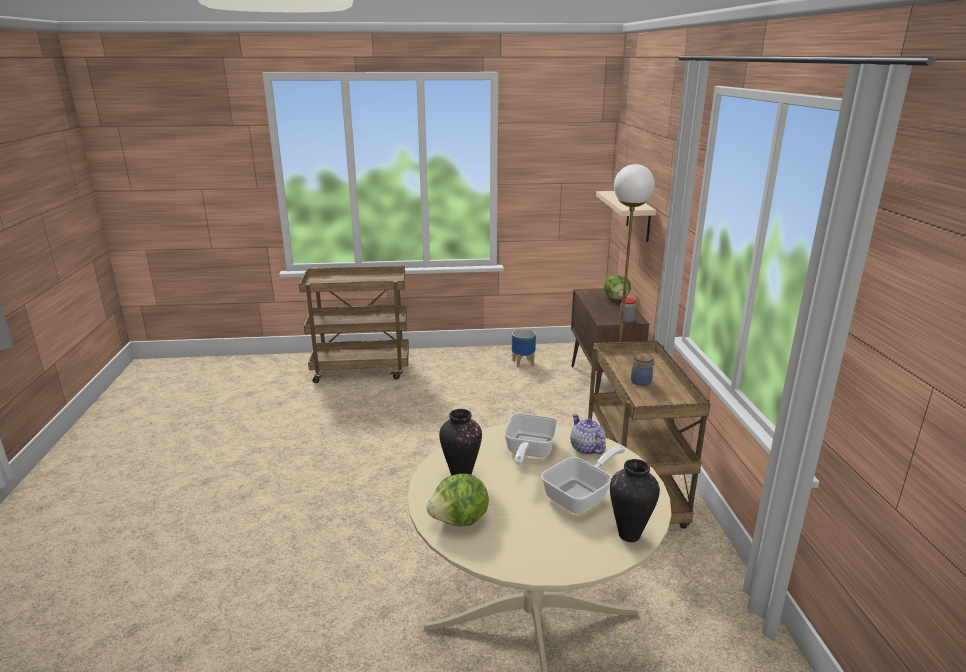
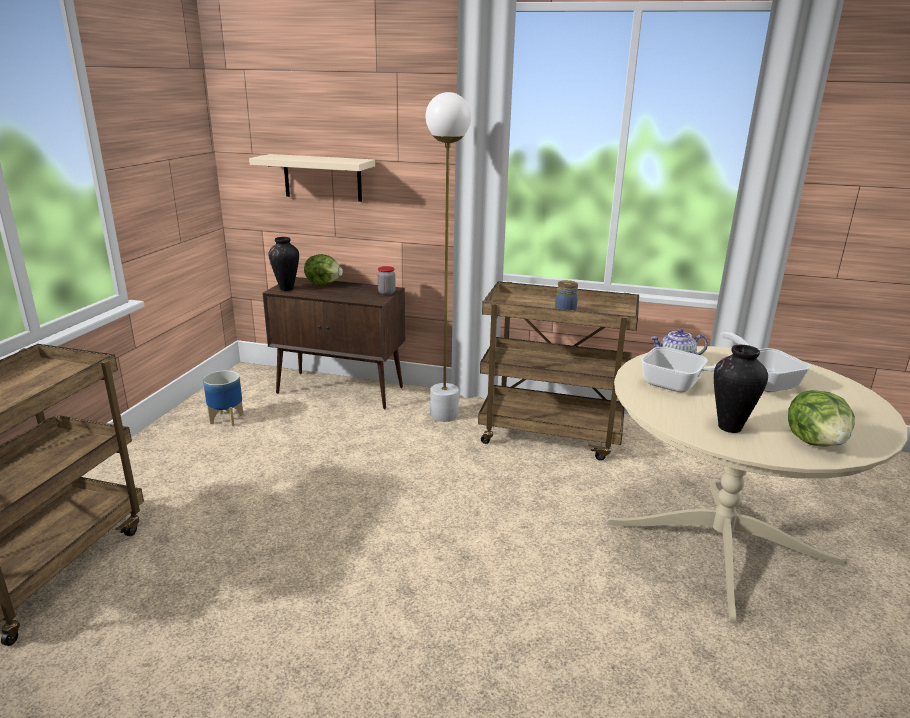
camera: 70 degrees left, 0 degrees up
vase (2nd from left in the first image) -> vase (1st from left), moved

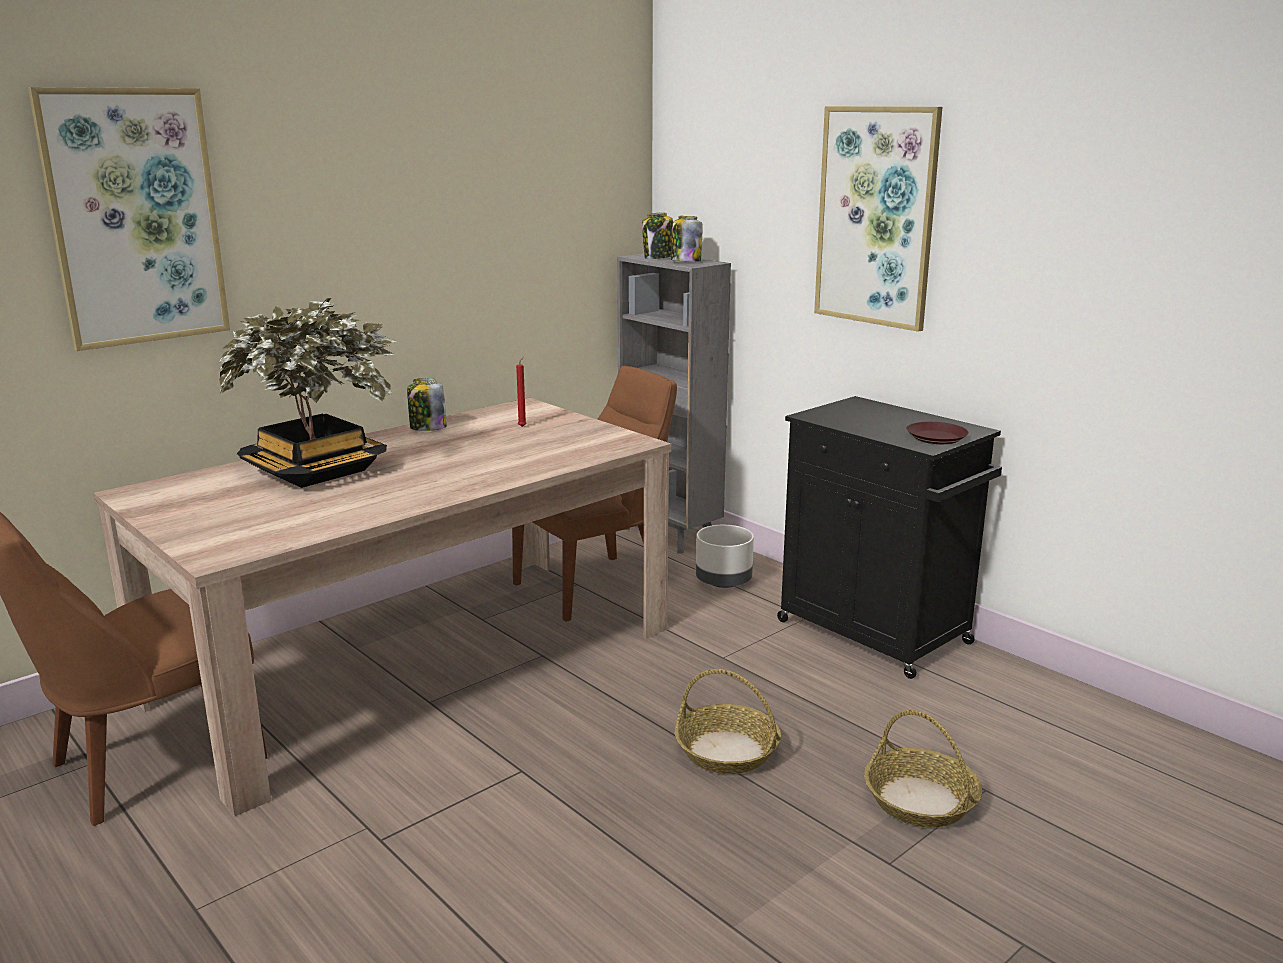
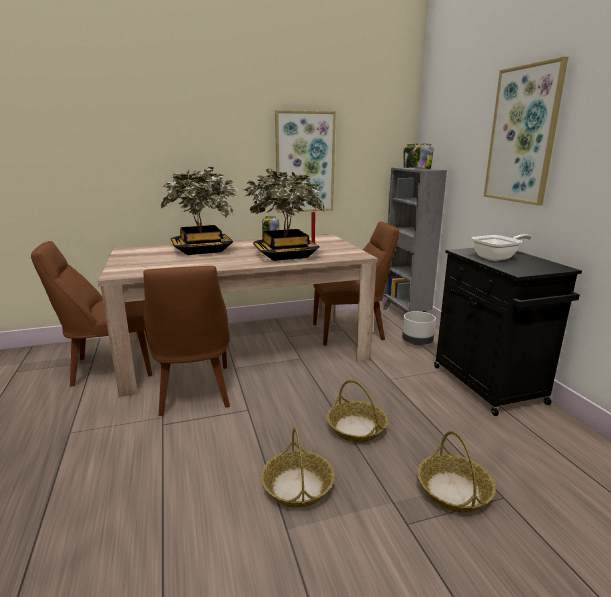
camera: 25 degrees right, 0 degrees up
assiette/marron -> none
none -> chaise/marron (2nd from left)
none -> plante en pot (2nd from left)
none -> panier (1st from left)
none -> poêle
tableau (1st from left), moved

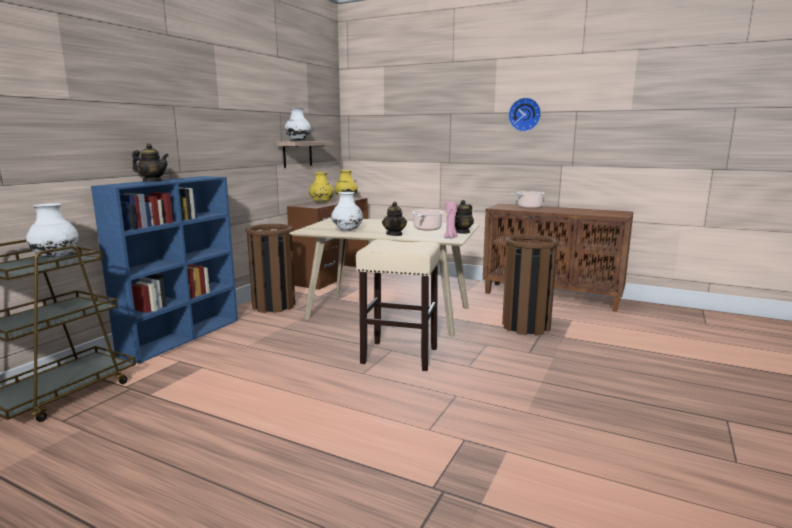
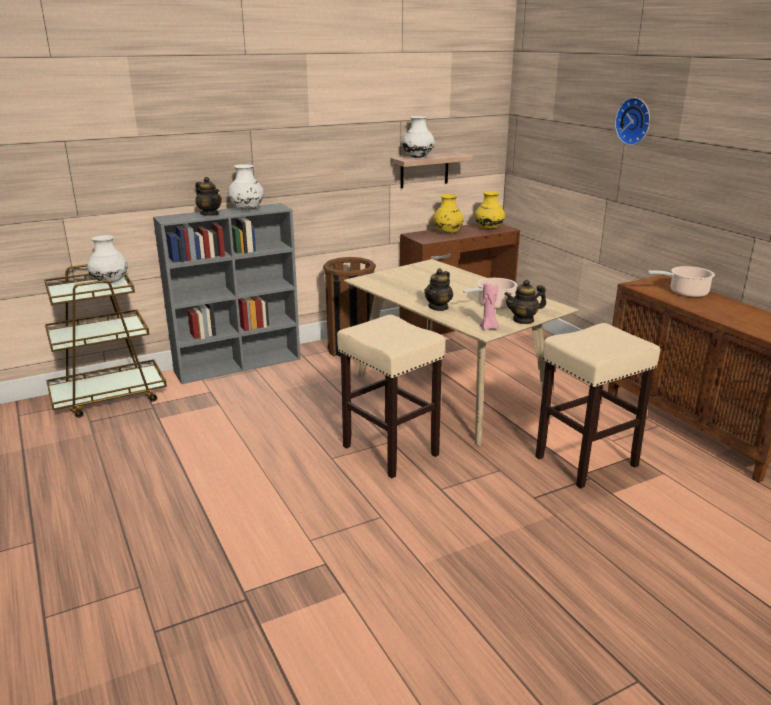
camera: 35 degrees right, 10 degrees up
vase/blanc (3rd from left in the first image) -> vase/blanc (2nd from left), moved
horloge murale, moved
poubelle/marron (2nd from left) -> tabouret/beige (2nd from left)
bibliothèque/bleu -> bibliothèque/gris

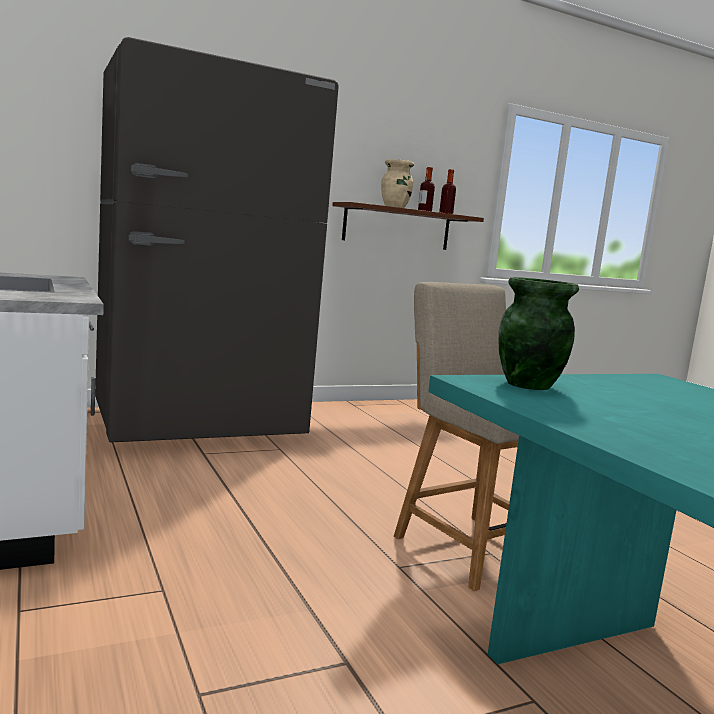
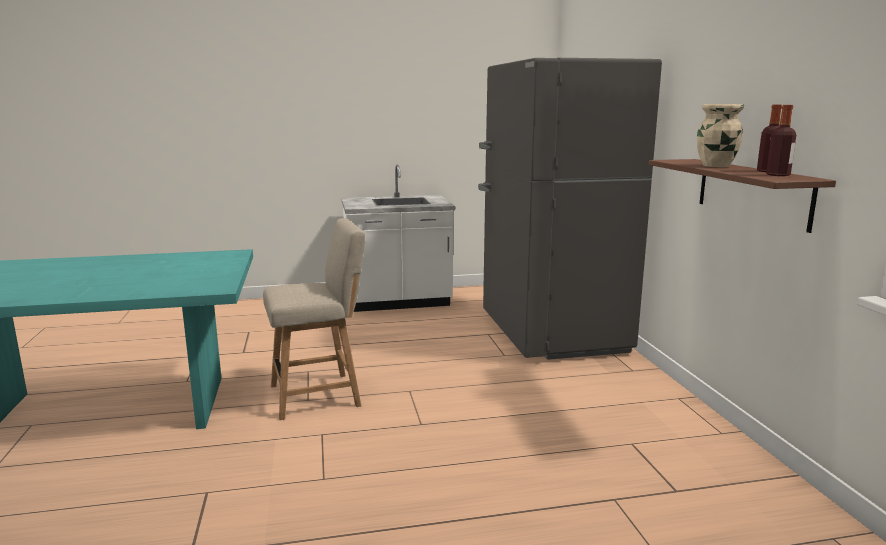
camera: 105 degrees right, 5 degrees up
vase/vert -> none

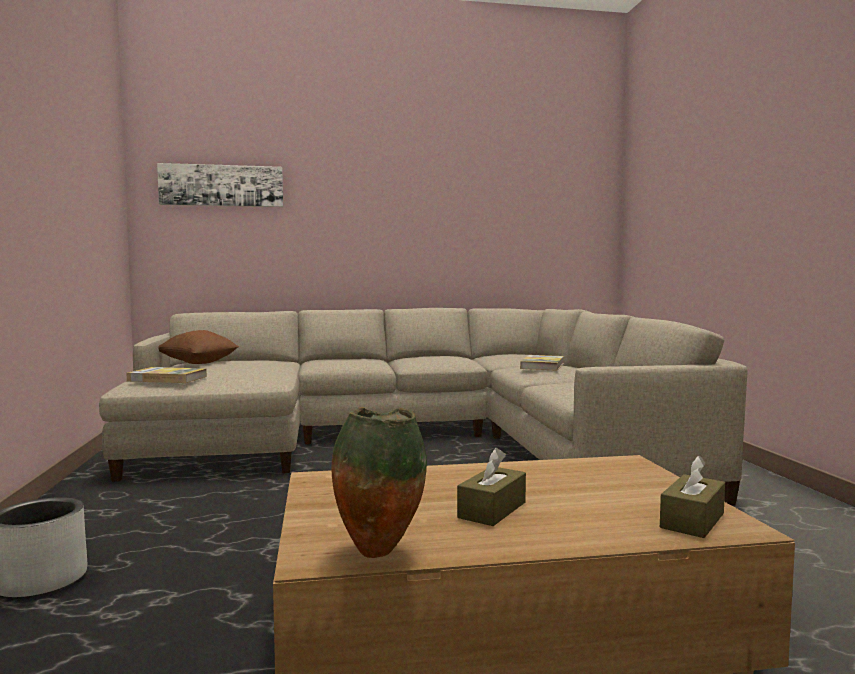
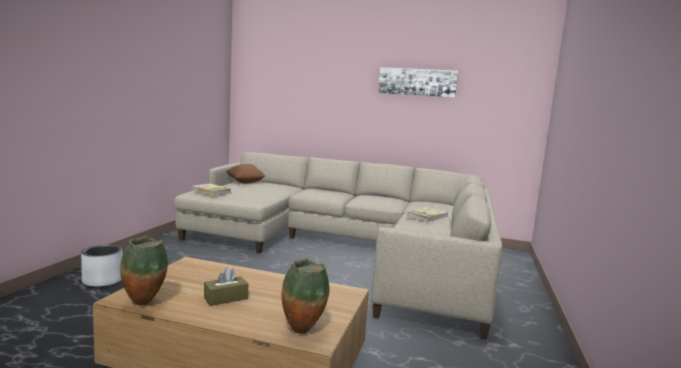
camera: 25 degrees right, 5 degrees up
tableau, moved
boîte à mouchoirs/marron (2nd from left) -> vase (2nd from left)

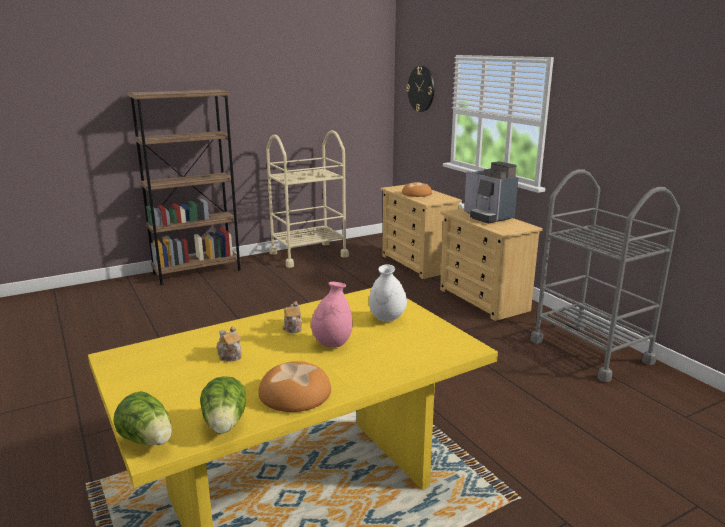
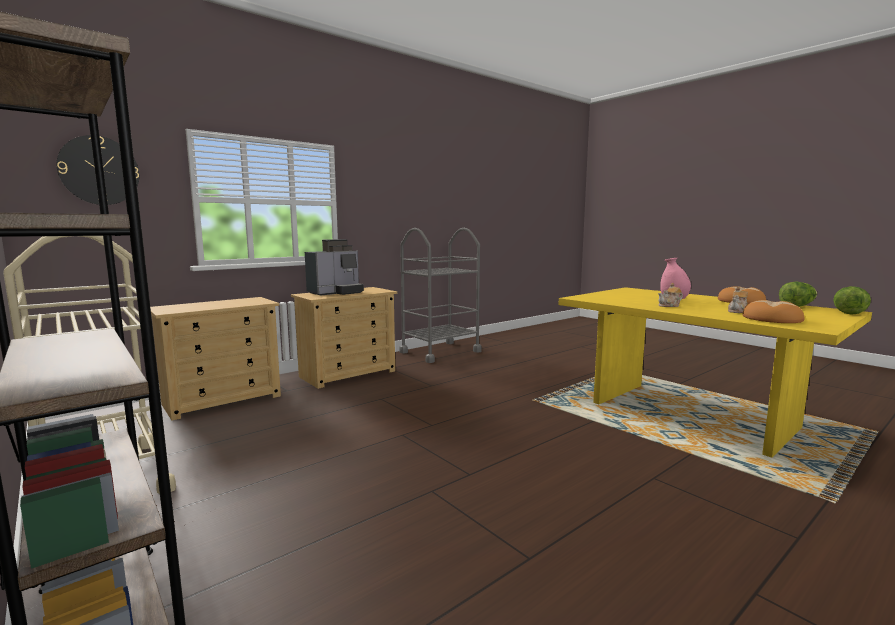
camera: 100 degrees left, 10 degrees down
vase/blanc -> none
pain (2nd from left), moved

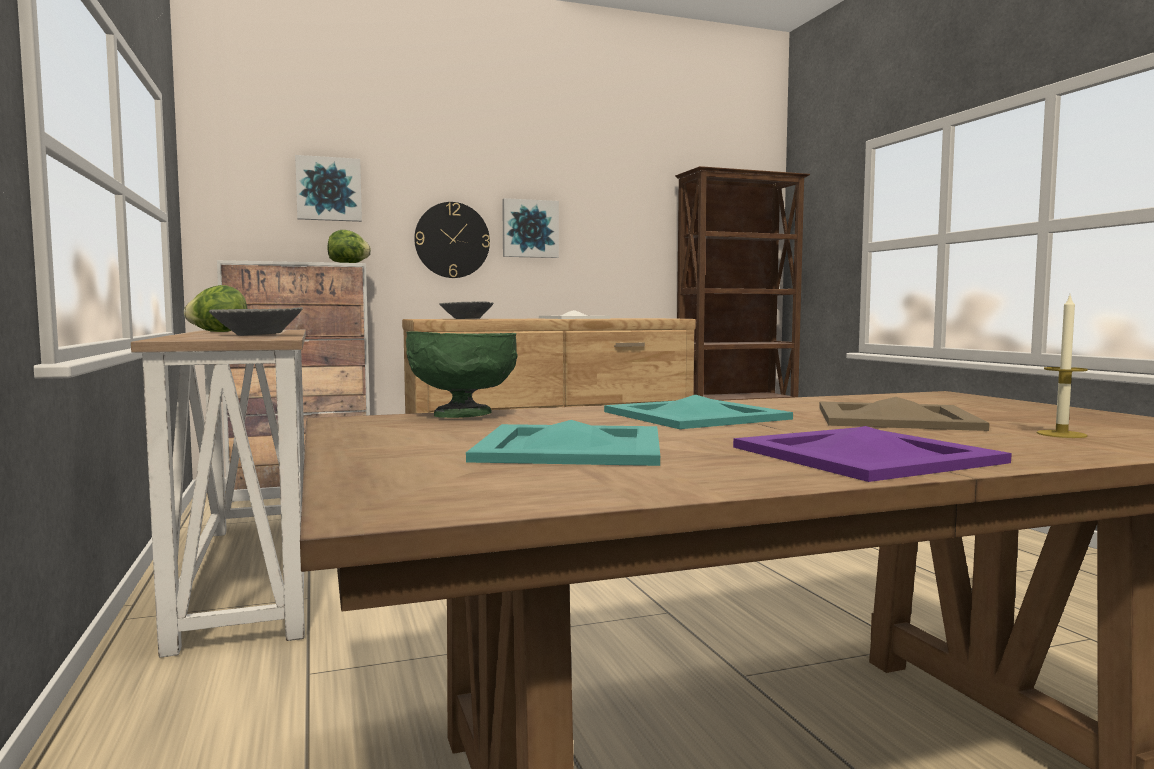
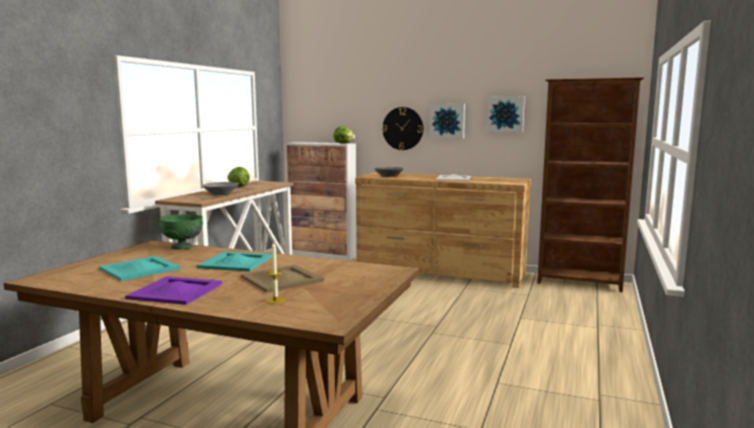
camera: 40 degrees right, 5 degrees up
tableau (1st from left in the first image) -> tableau (2nd from left), moved

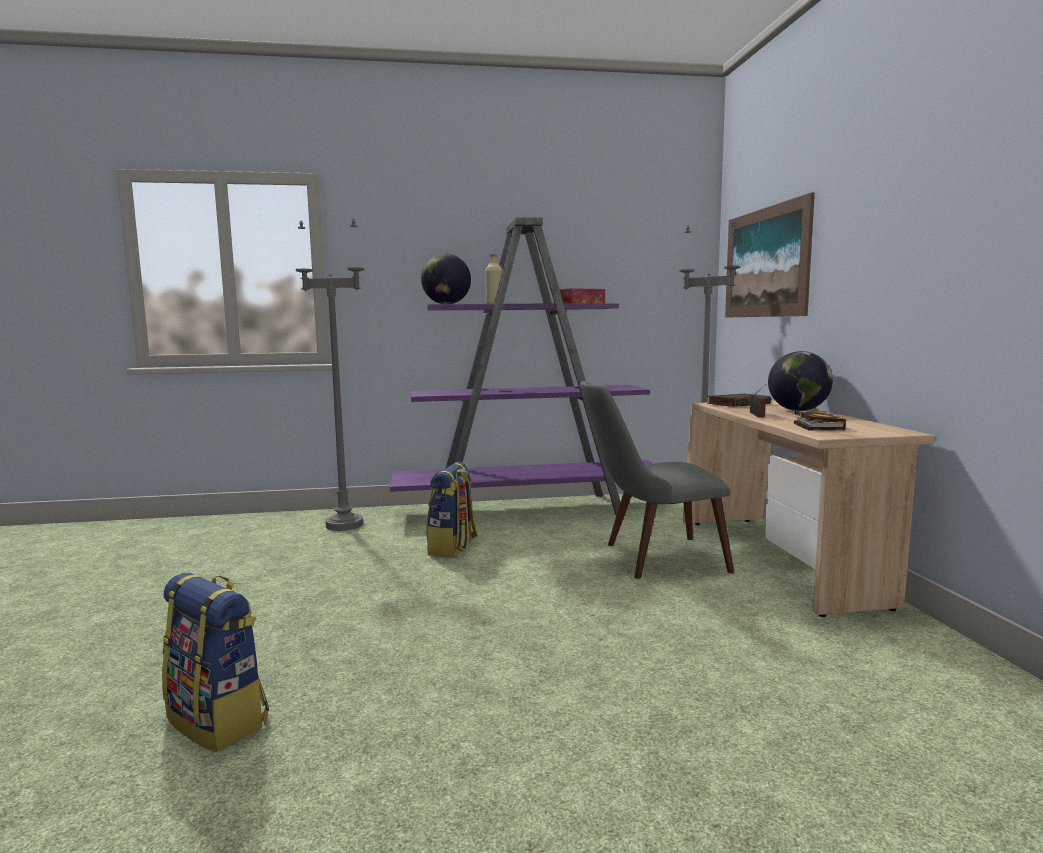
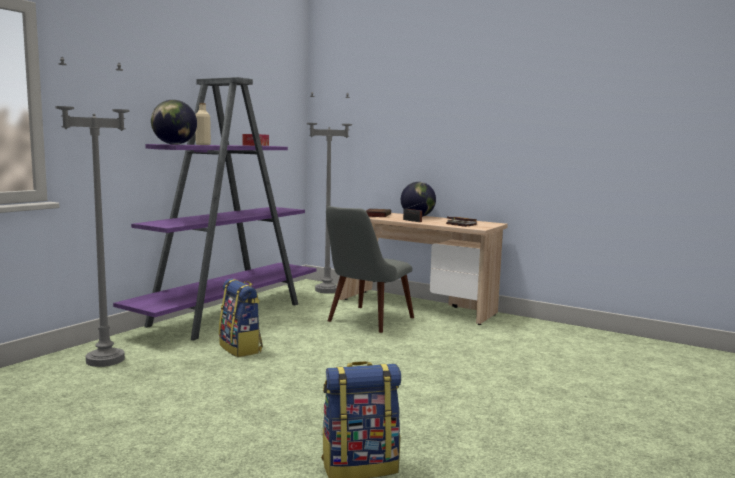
camera: 50 degrees left, 0 degrees up
tableau -> none

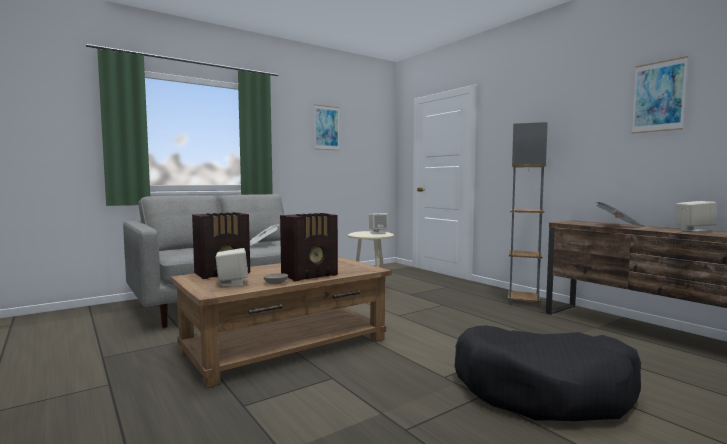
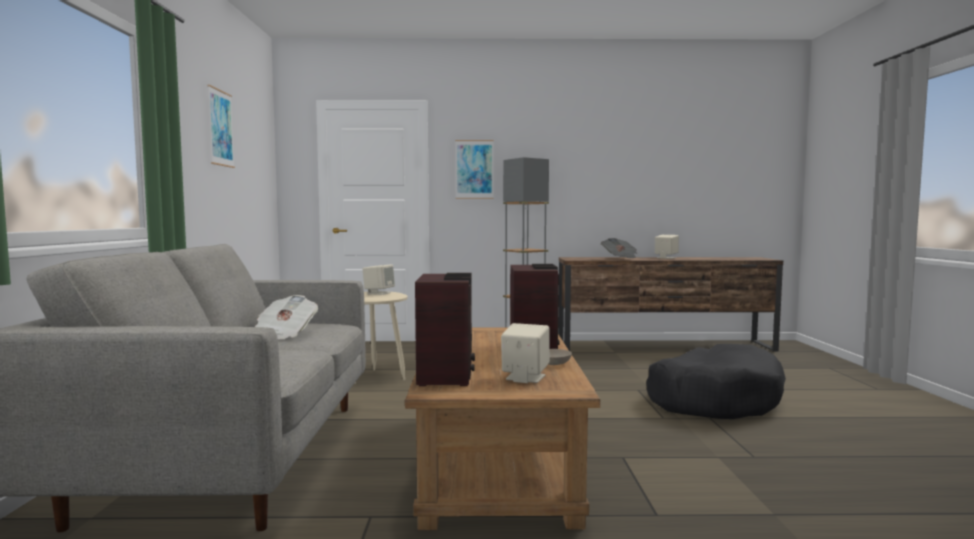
camera: 55 degrees left, 0 degrees up
tableau (2nd from left), moved

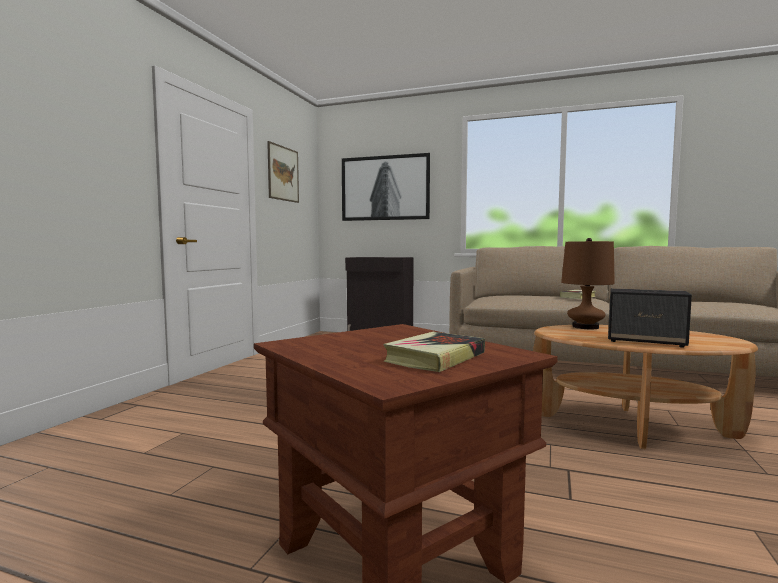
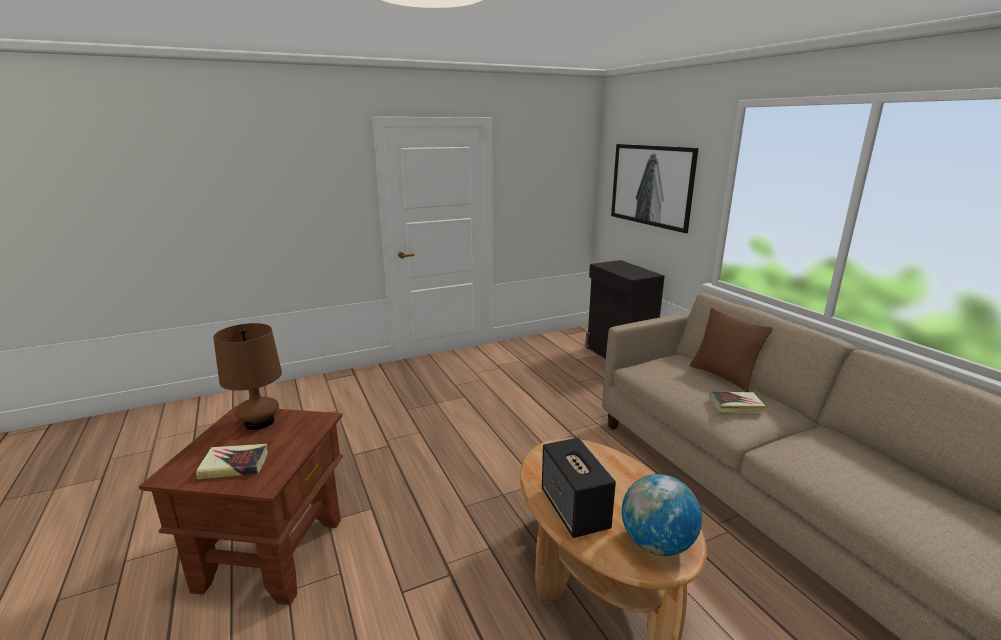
camera: 45 degrees right, 15 degrees up
tableau (1st from left) -> none
none -> globe
none -> coussin/marron
lampe de table/marron, moved

